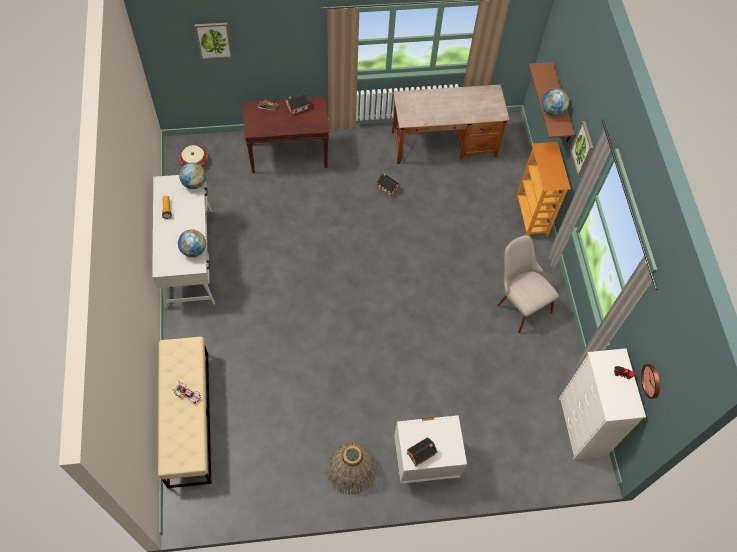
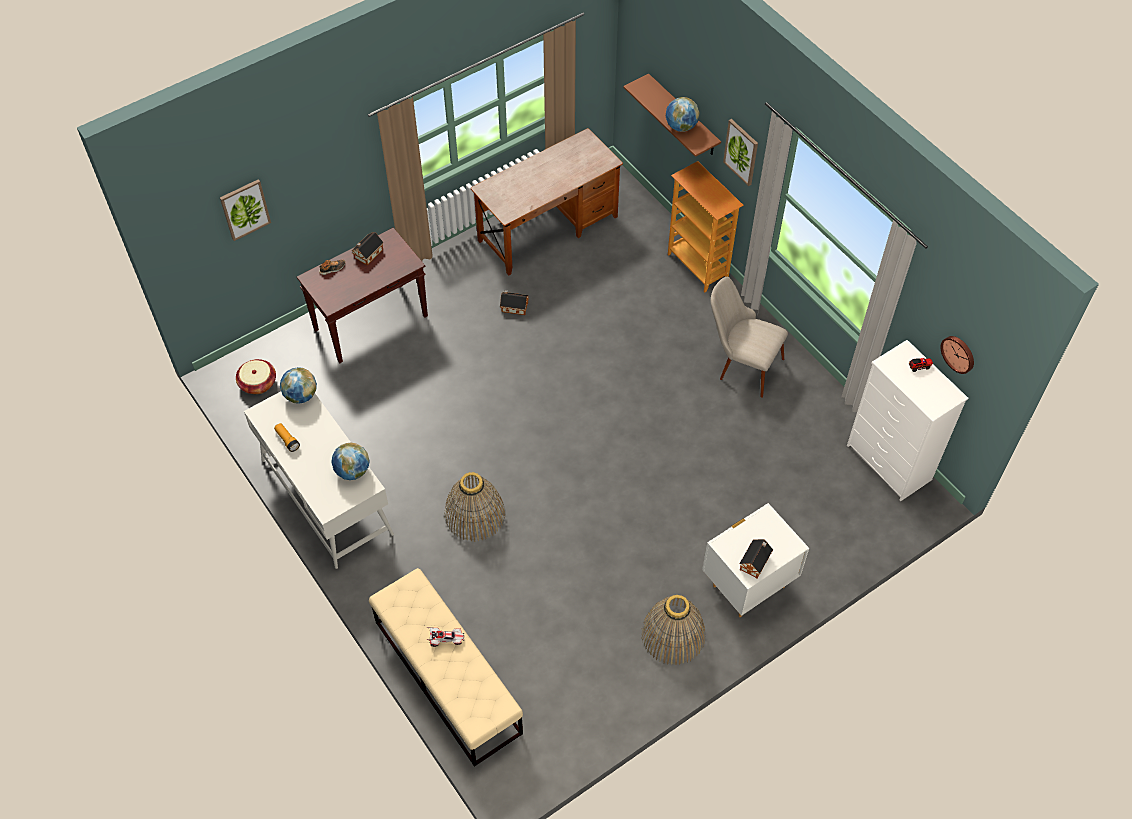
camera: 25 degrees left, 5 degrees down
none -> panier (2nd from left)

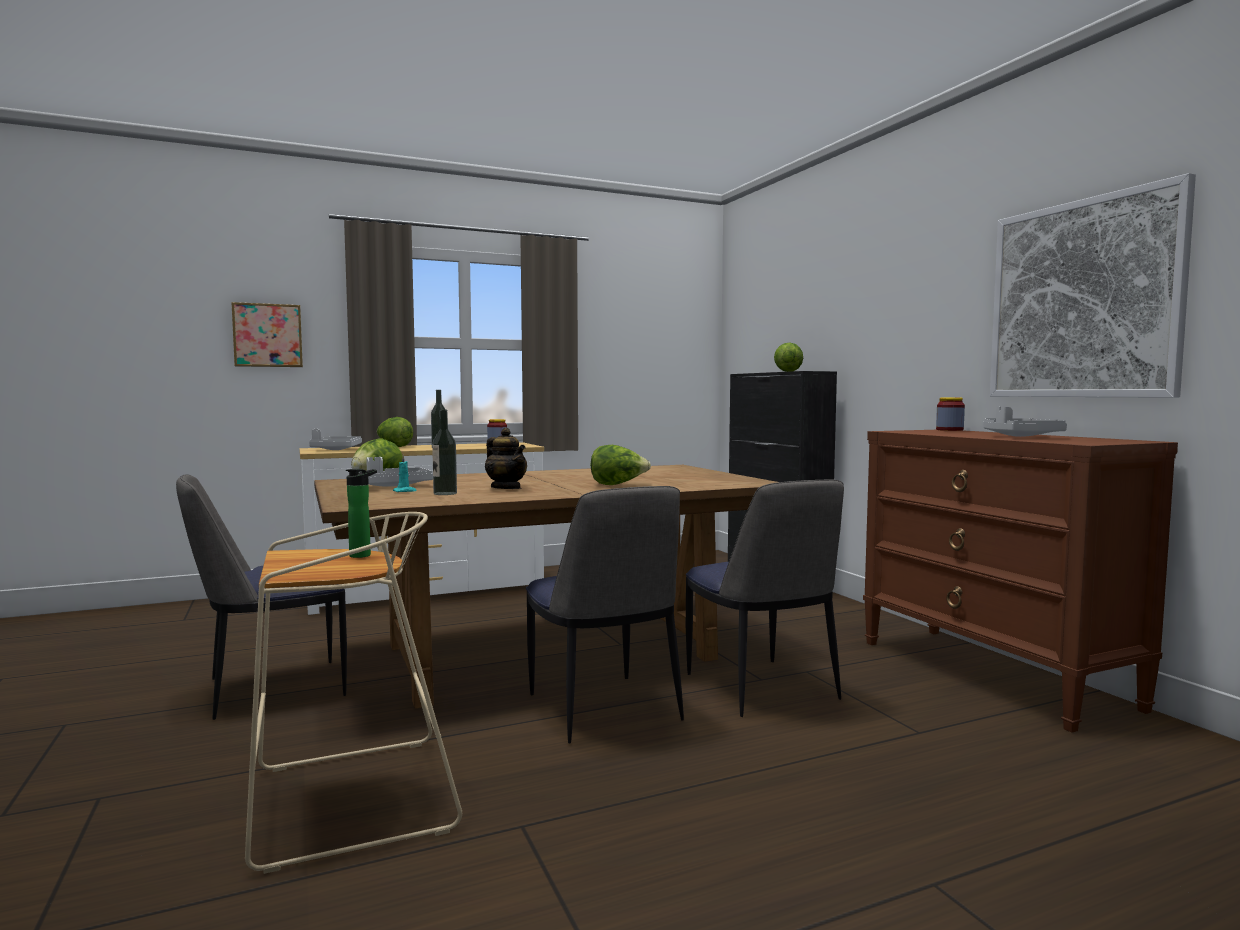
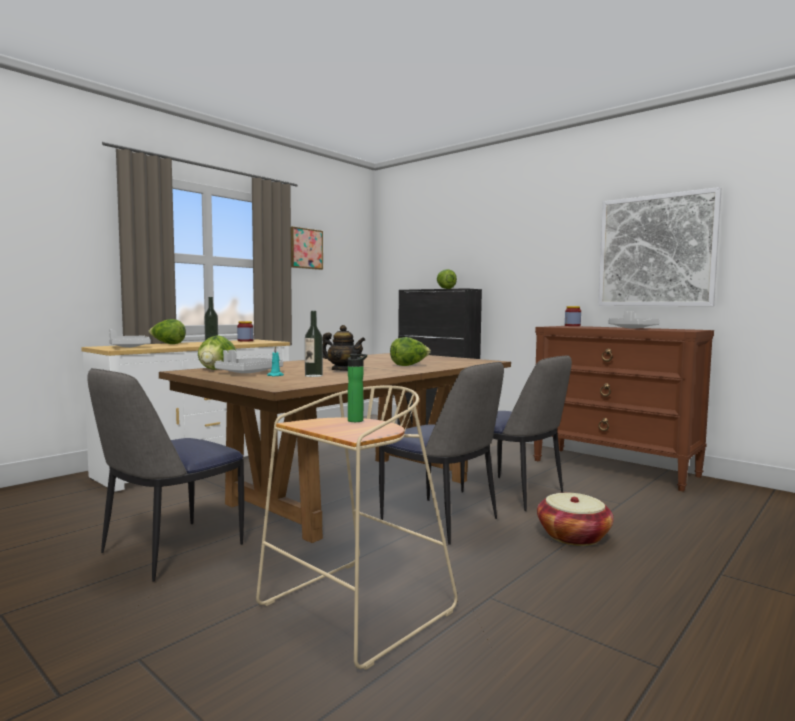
camera: 25 degrees left, 0 degrees up
none -> panier
tableau (1st from left), moved

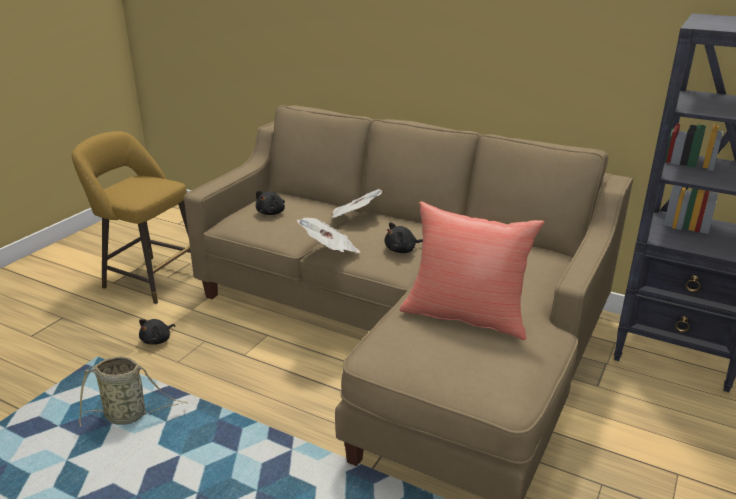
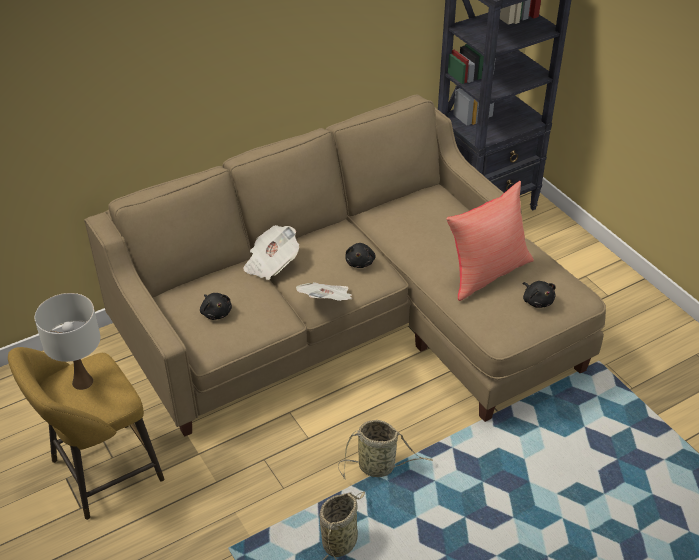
camera: 60 degrees left, 15 degrees up
none -> lampe de table/blanc
none -> panier (2nd from left)
peluche/noir (1st from left in the first image) -> peluche/noir (3rd from left), moved

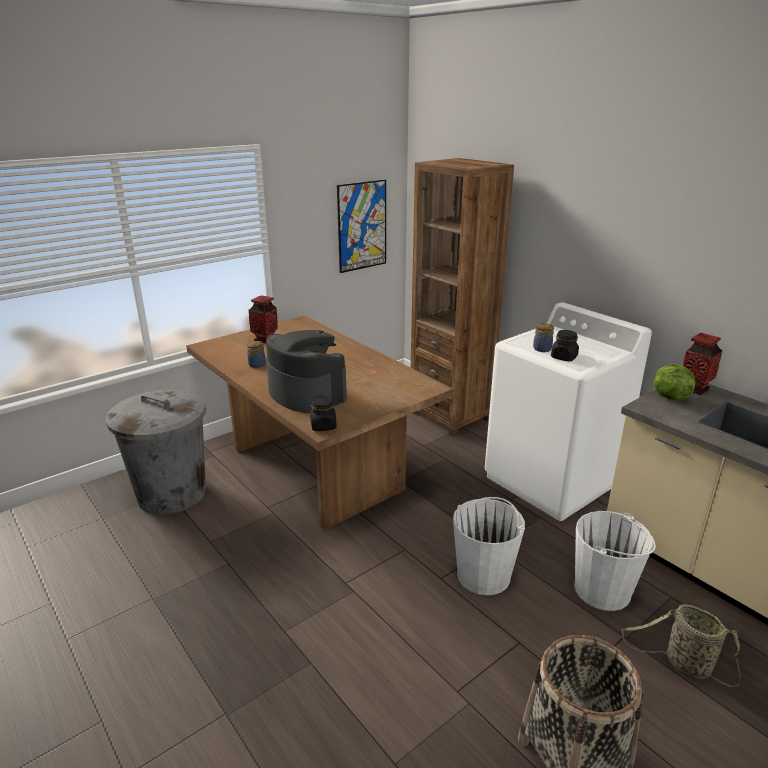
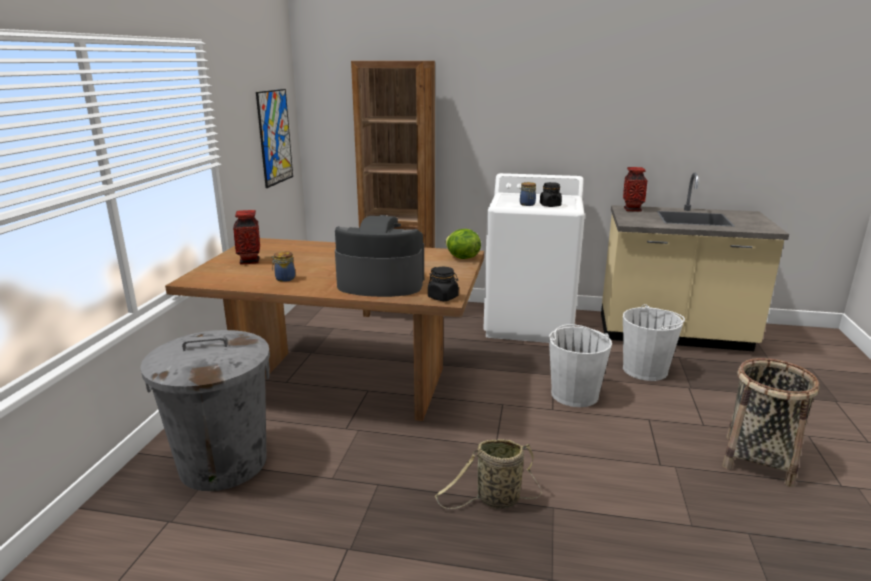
camera: 40 degrees left, 5 degrees down
panier (2nd from left in the first image) -> panier (1st from left), moved
laitue, moved

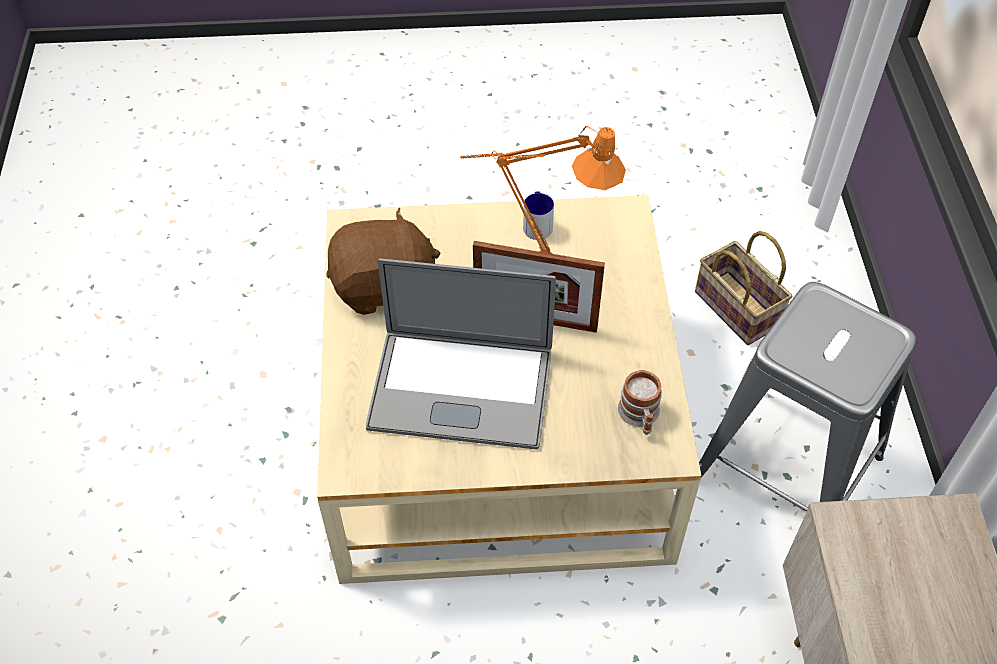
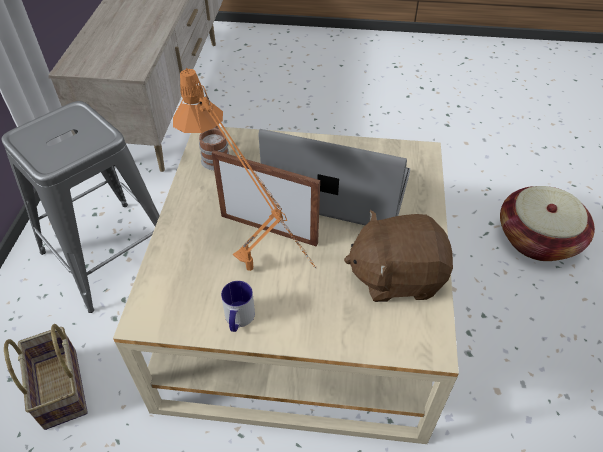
camera: 170 degrees left, 5 degrees down
none -> panier (2nd from left)

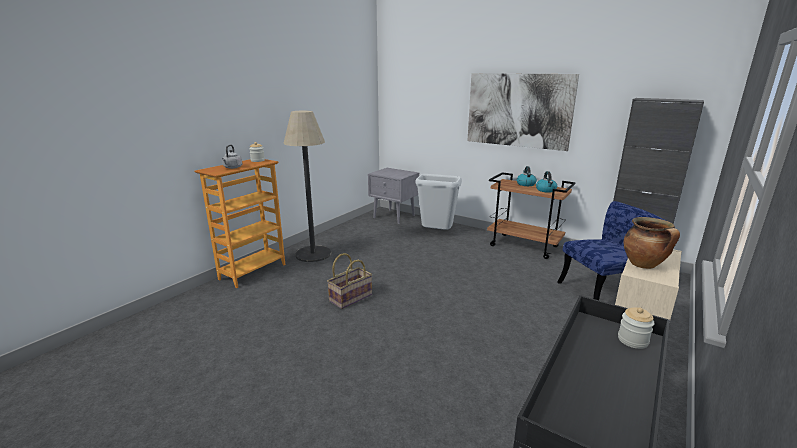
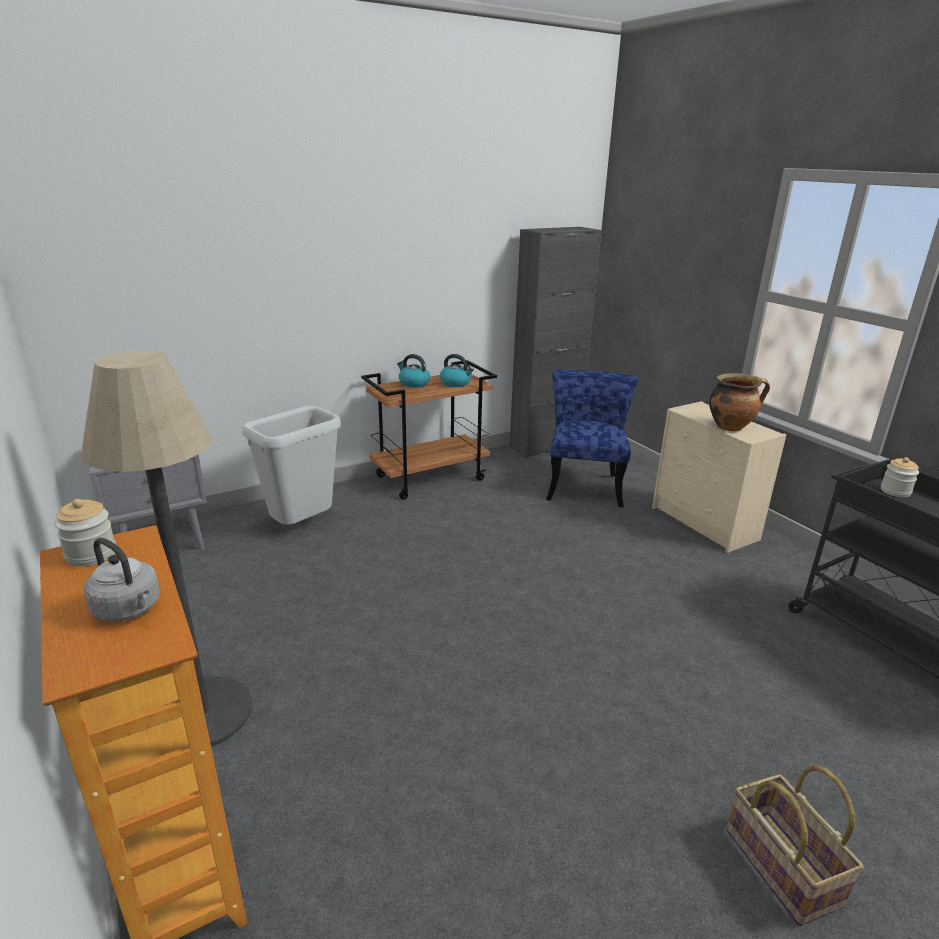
camera: 65 degrees left, 5 degrees up
tableau -> none
panier, moved

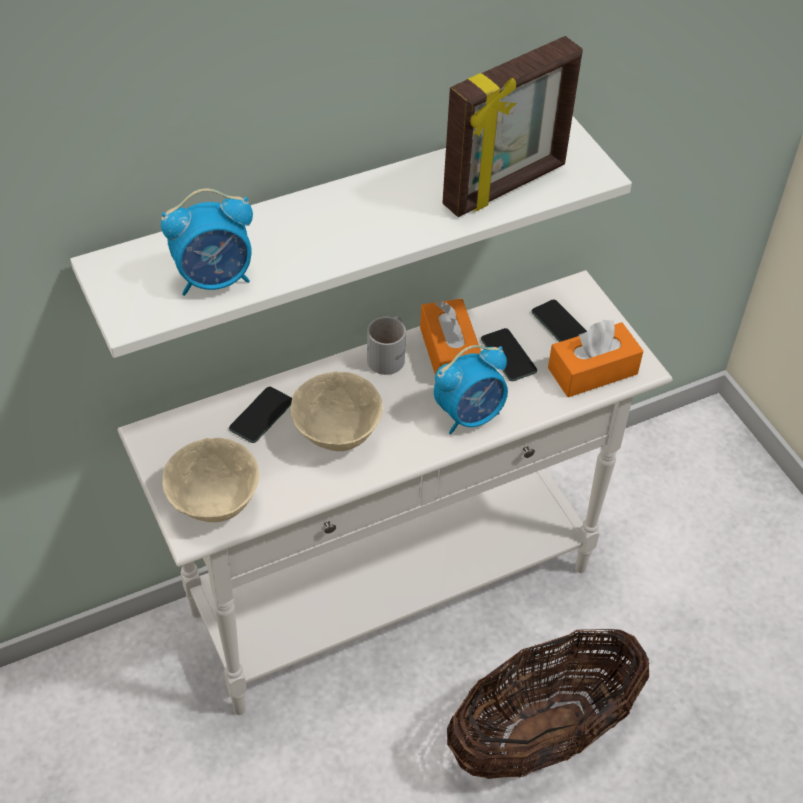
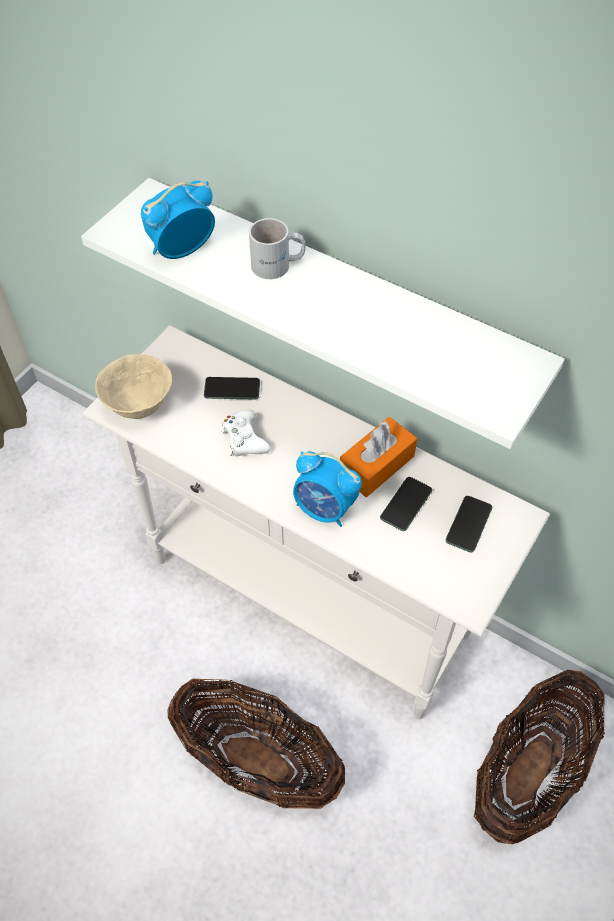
camera: 60 degrees right, 5 degrees up
cadre photo -> none
boîte à mouchoirs/orange (2nd from left) -> none
none -> panier (2nd from left)
mug/blanc, moved
bol/beige (2nd from left) -> manette/blanc
réveil (1st from left), 105 degrees clockwise

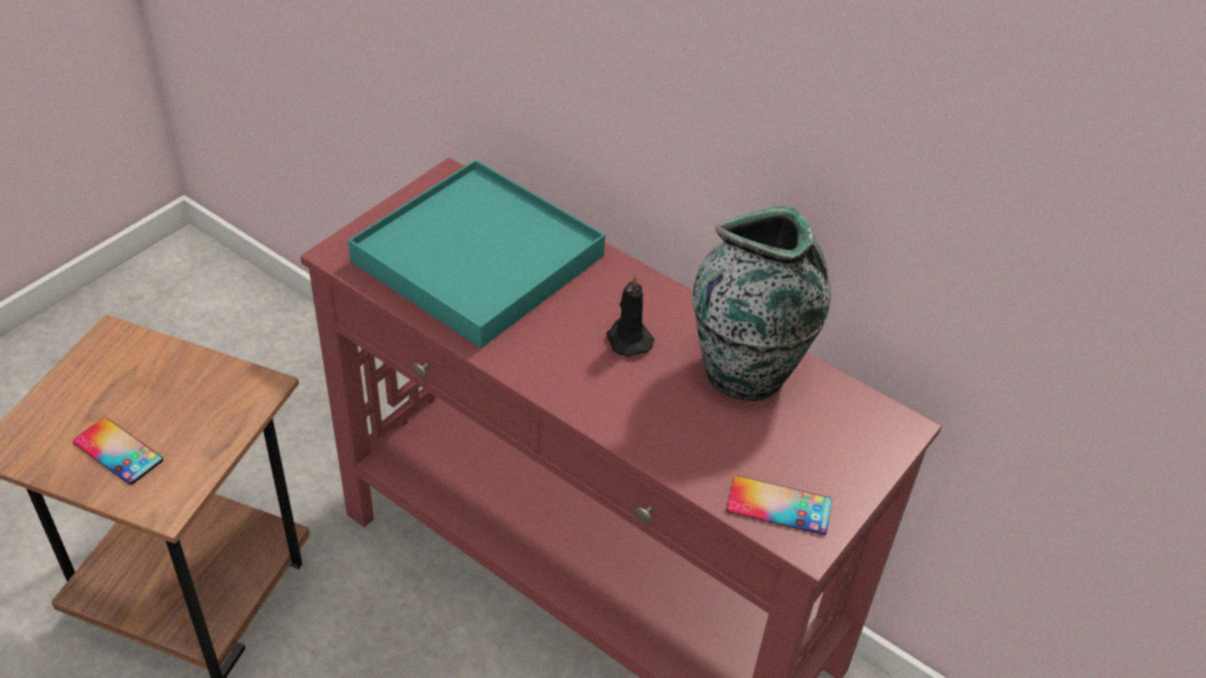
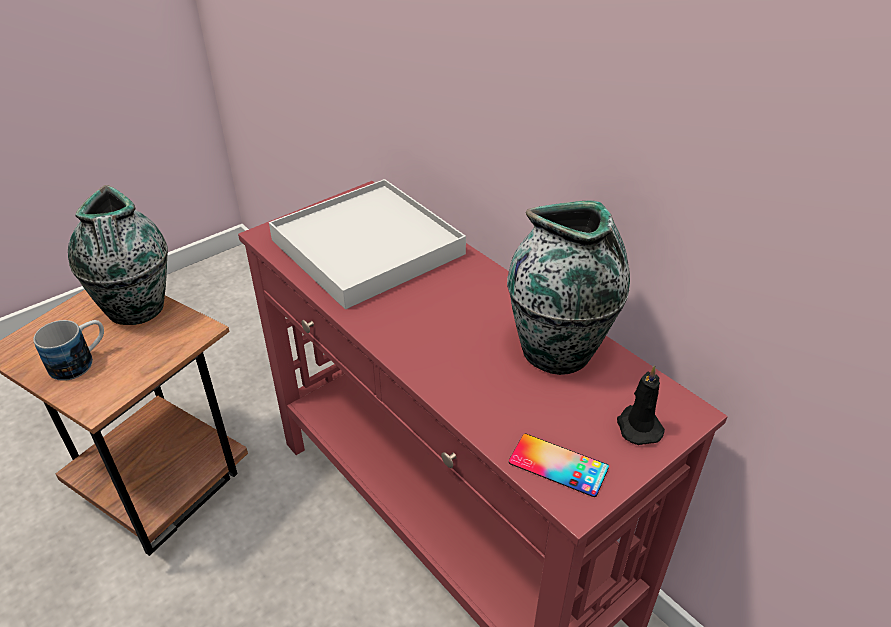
camera: 15 degrees right, 5 degrees down
none -> vase (1st from left)
bougie/noir, moved
téléphone (1st from left) -> mug
plateau/turquoise -> plateau/blanc

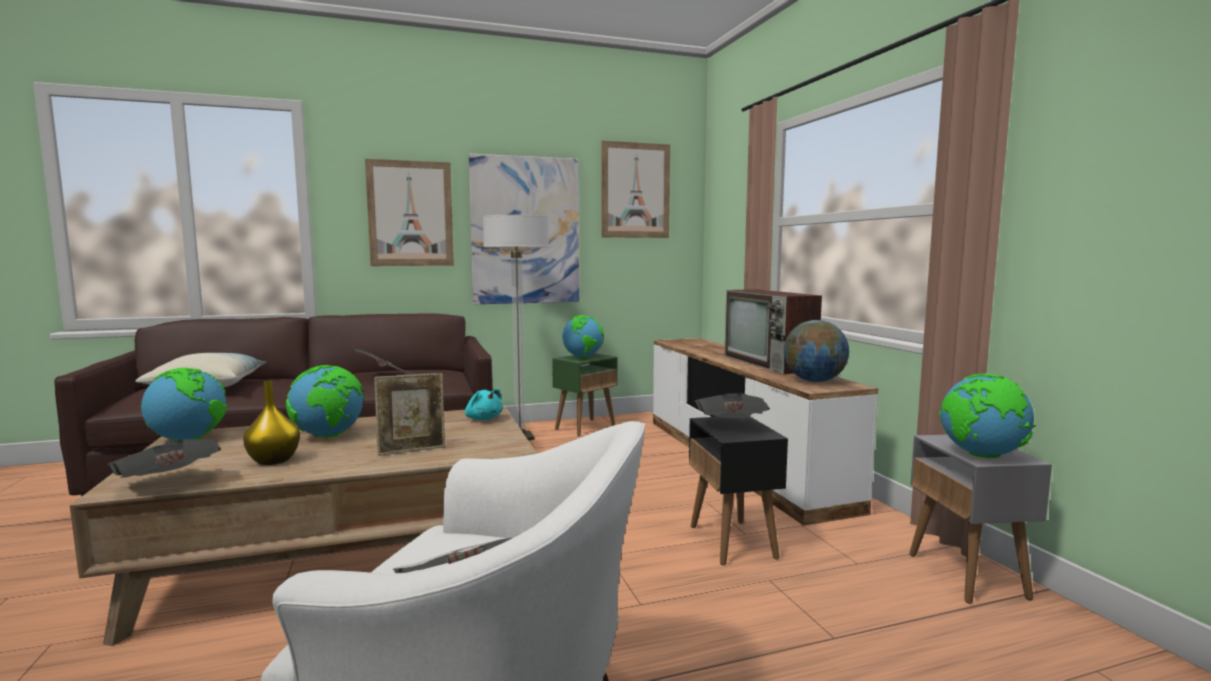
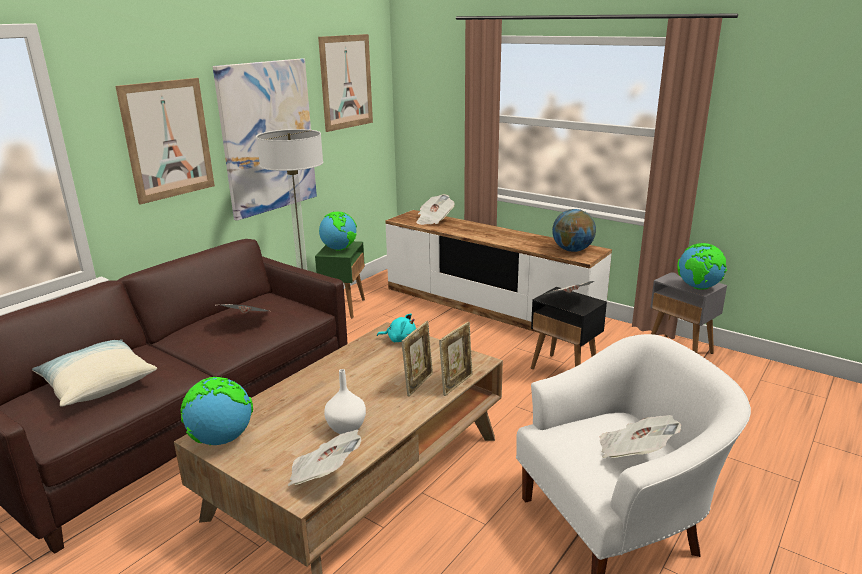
camera: 35 degrees left, 15 degrees up
globe (2nd from left) -> none
téléviseur -> none
none -> journal (3rd from left)
none -> cadre photo (2nd from left)
vase/jaune -> vase/blanc

